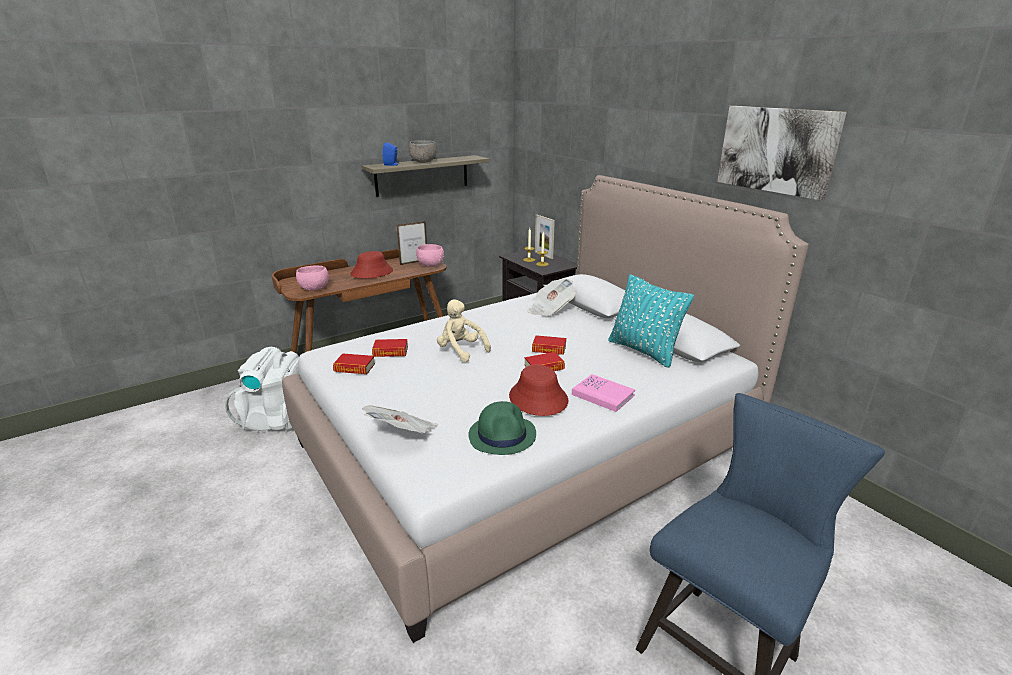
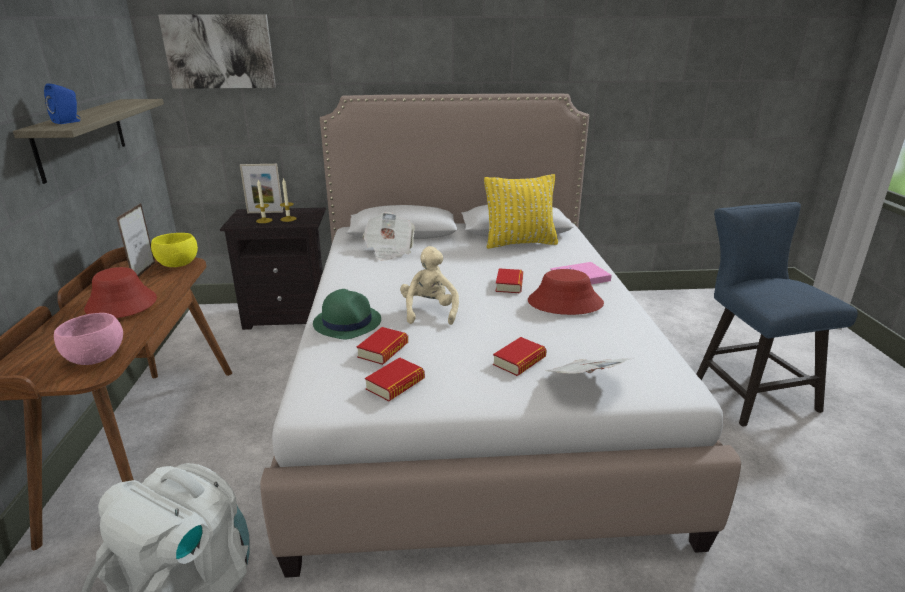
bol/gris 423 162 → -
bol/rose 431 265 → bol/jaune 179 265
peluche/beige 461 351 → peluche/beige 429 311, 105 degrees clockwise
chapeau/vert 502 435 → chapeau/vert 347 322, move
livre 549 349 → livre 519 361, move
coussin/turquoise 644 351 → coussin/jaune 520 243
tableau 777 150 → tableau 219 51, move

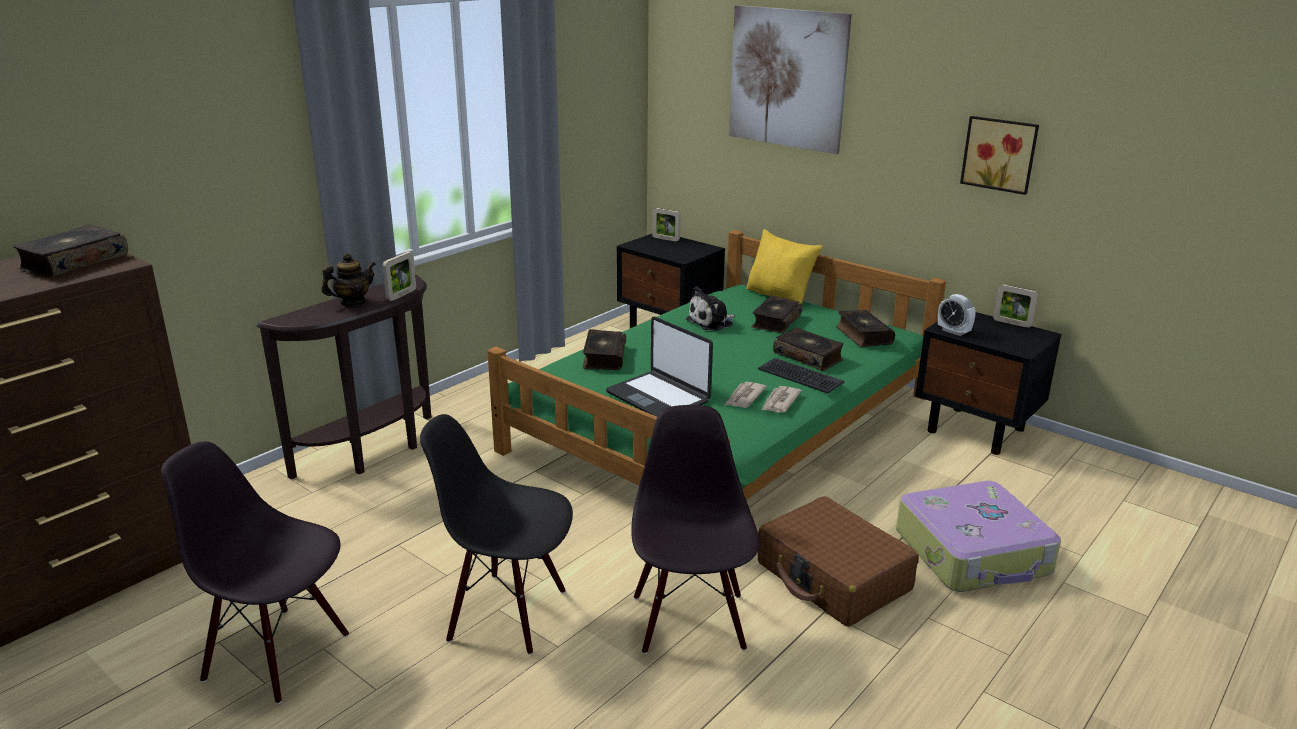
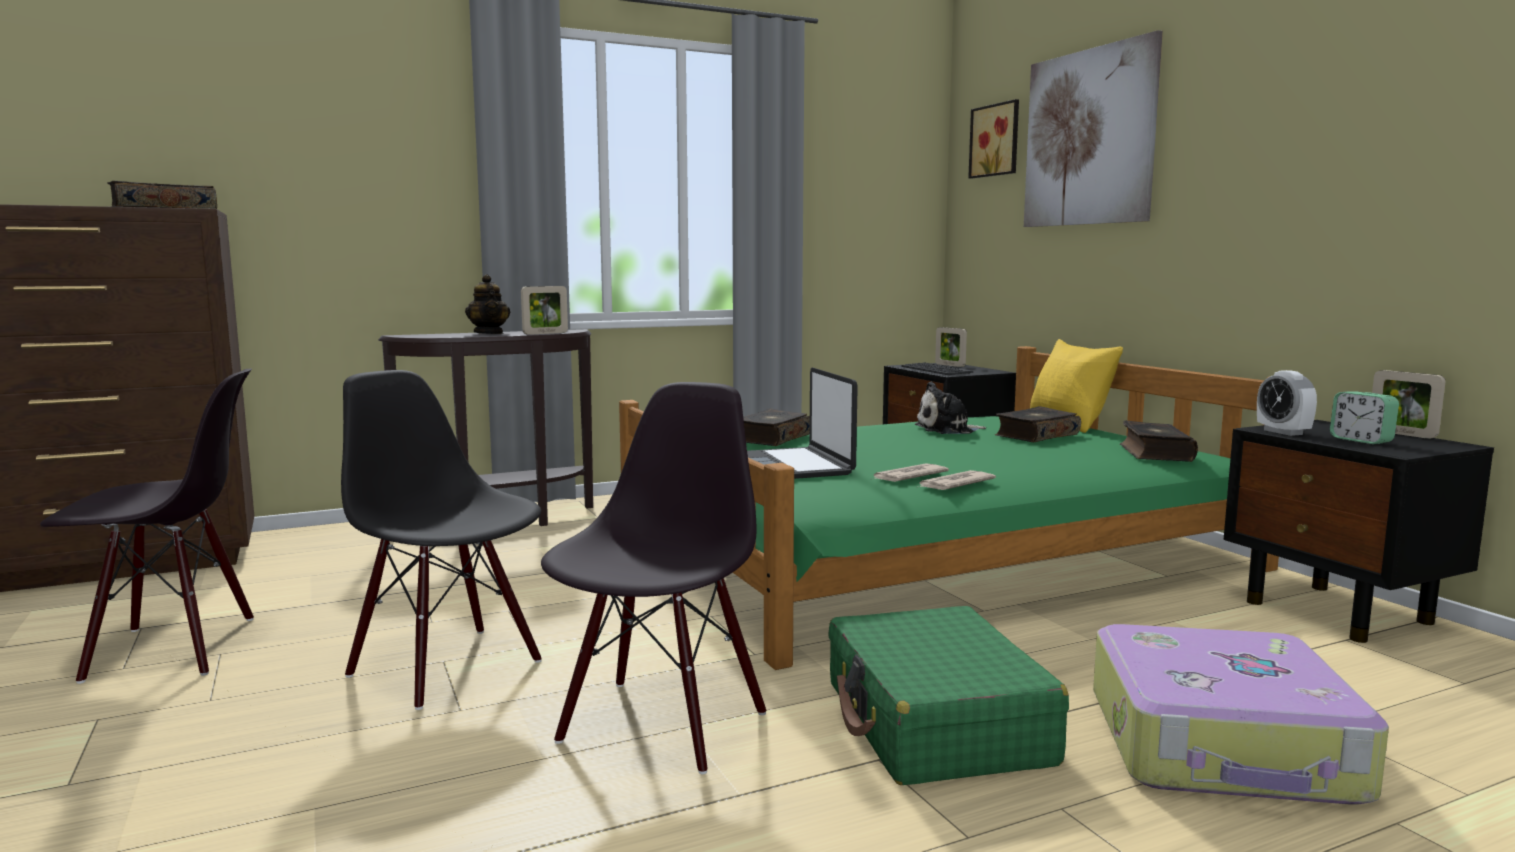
chaise/noir 278 655 → chaise/noir 172 649, 120 degrees clockwise
théière 352 302 → théière 489 333, 75 degrees clockwise
clavier 799 376 → clavier 935 370, move
valise/marron 833 577 → valise/vert 936 723
livre 808 357 → -
tableau 1000 154 → tableau 997 140, move
- → réveil 1361 440

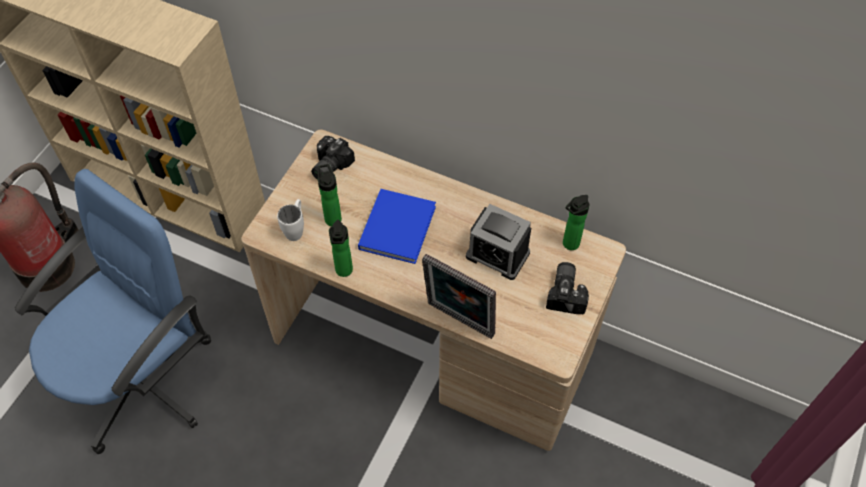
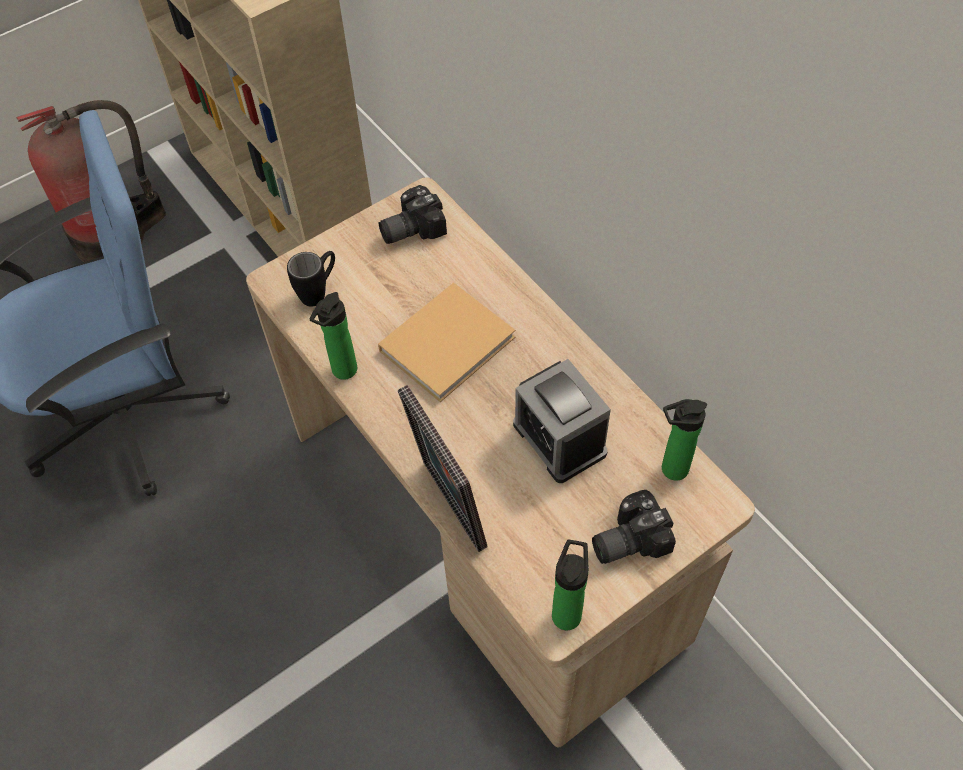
mug/blanc 296 229 → mug/noir 319 291
bouteille 332 217 → bouteille 567 611, move
livre/bleu 398 225 → livre/beige 450 342
appareil photo 567 293 → appareil photo 626 538, 150 degrees counterclockwise

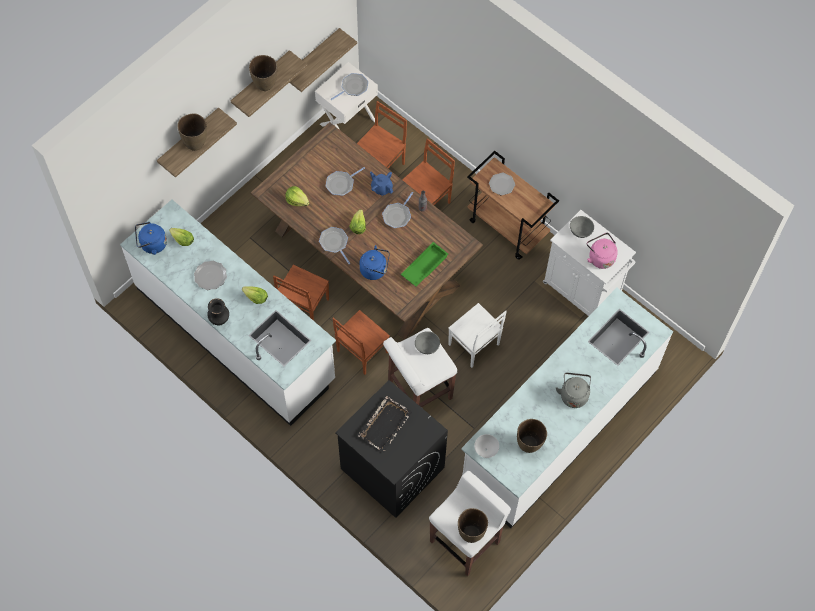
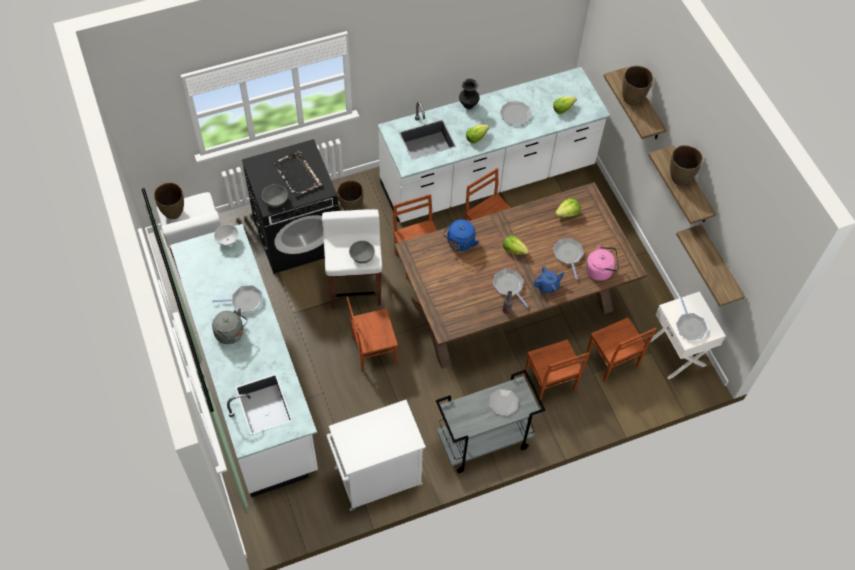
bouilloire/bleu 152 244 → -
poêle 334 243 → poêle 245 301, move
plateau/vert 424 266 → -
chaise/blanc 474 345 → chaise/marron 373 350
chariot/marron 508 227 → chariot/gris 483 442
vase/marron 529 444 → vase/marron 351 208, move
bol/gris 581 231 → bol/gris 275 200, move
bouilloire/rose 600 257 → bouilloire/rose 600 270, move

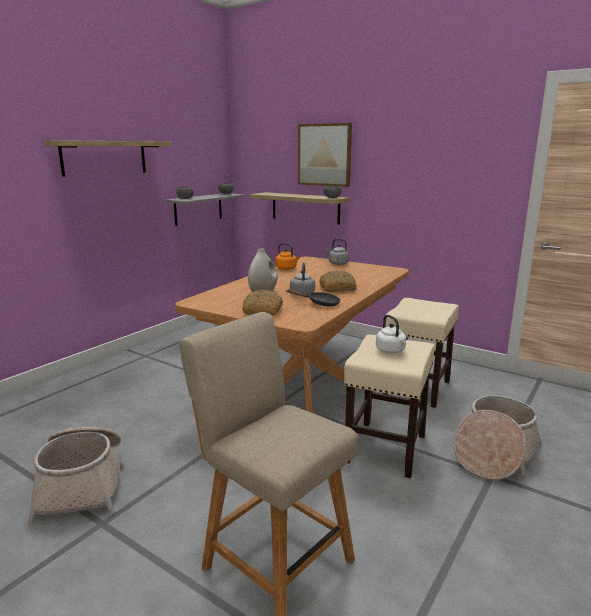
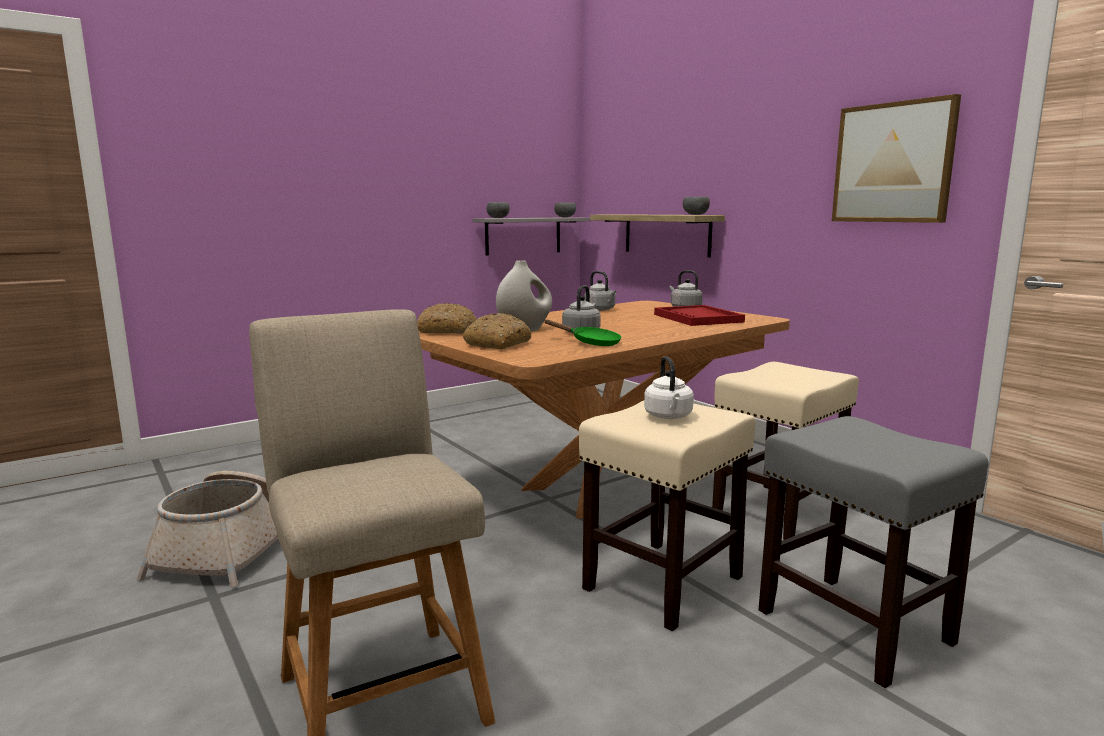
étagère 104 157 → -
bouilloire/orange 287 269 → bouilloire/gris 601 310
poêle/noir 320 303 → poêle/vert 591 343
tableau 324 155 → tableau 893 163, move
pain 338 288 → pain 448 330, move
panier 494 453 → tabouret/gris 851 625
- → plateau/rouge 698 318

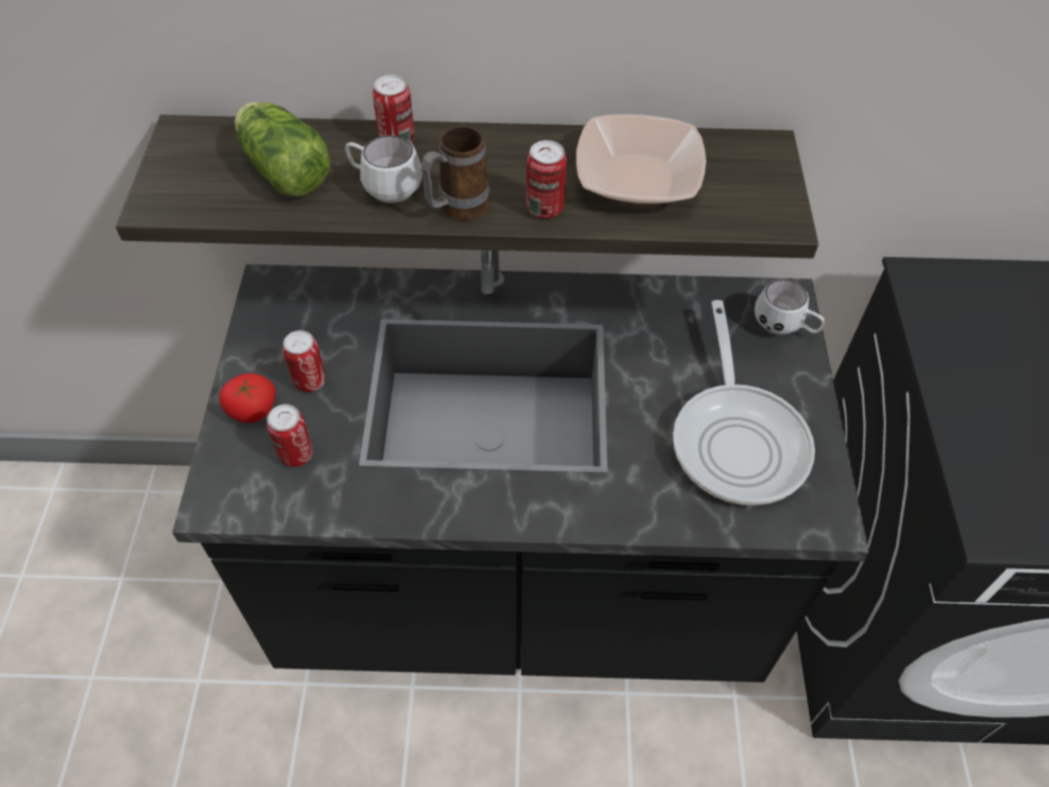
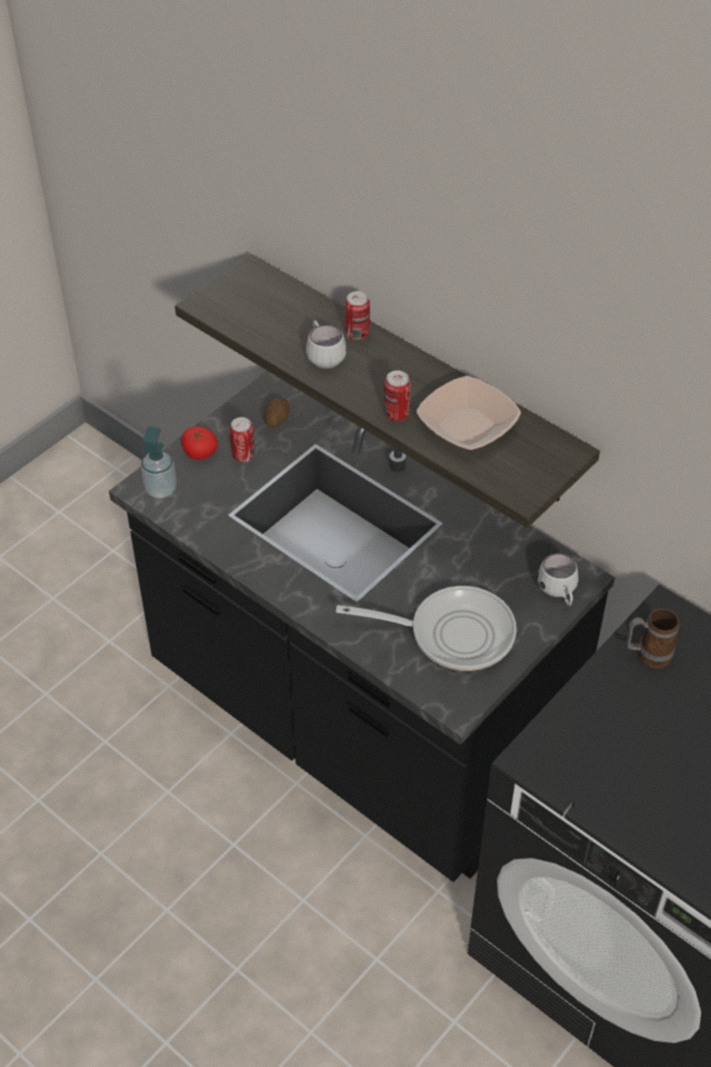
laitue 283 168 → -
boîte métallique 296 455 → -
mug 456 209 → mug 647 655, move
poêle 738 439 → poêle 452 633, 120 degrees counterclockwise
- → distributeur de savon 161 489
- → pomme de terre 276 419

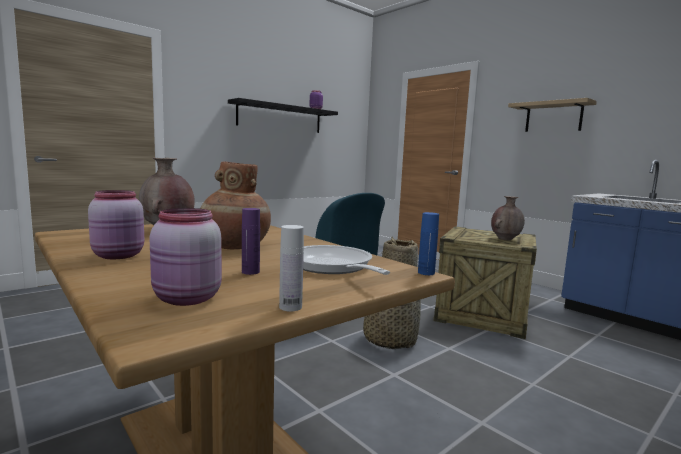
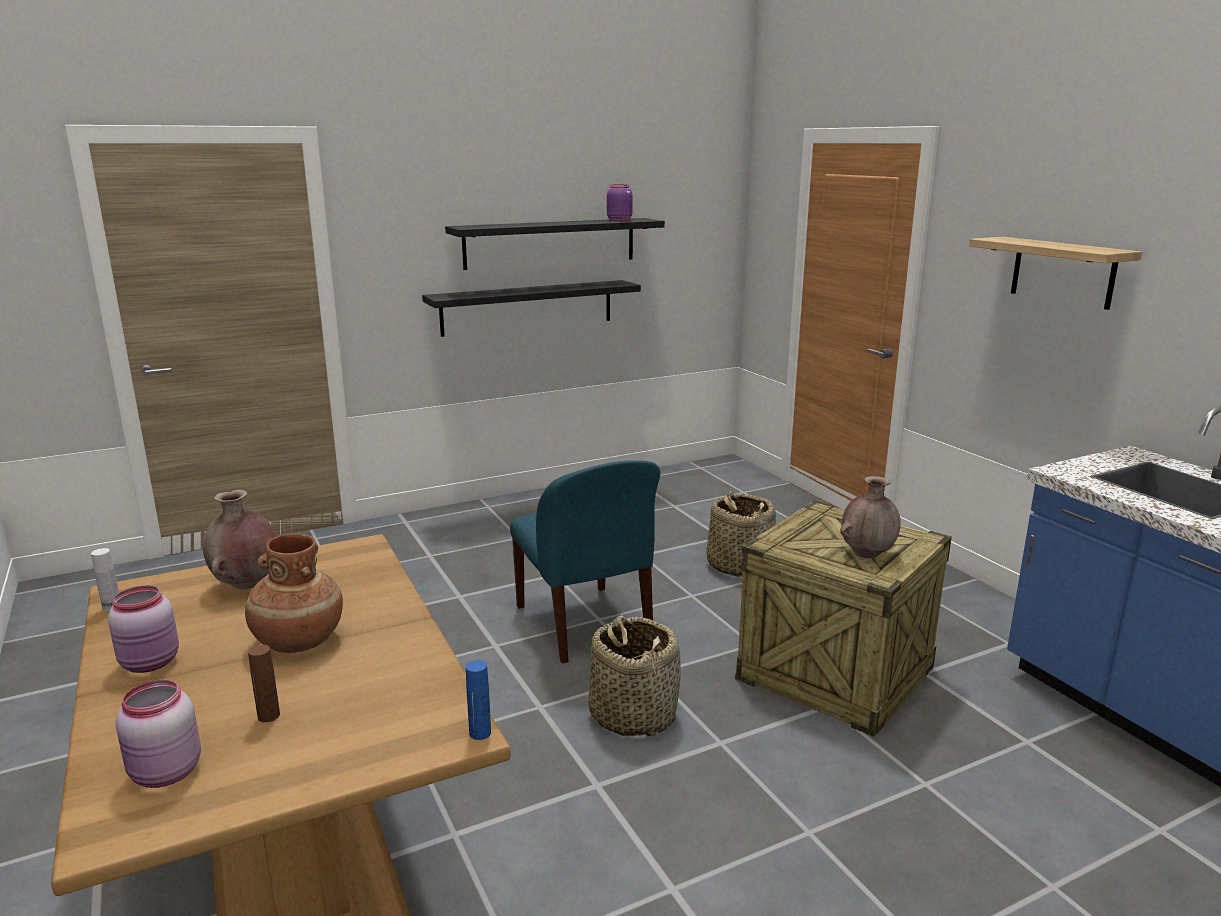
bouteille/violet 250 272 → bouteille/marron 269 716
bouteille/blanc 290 307 → bouteille/blanc 112 607, move
poêle 332 267 → -
- → étagère/noir 528 307

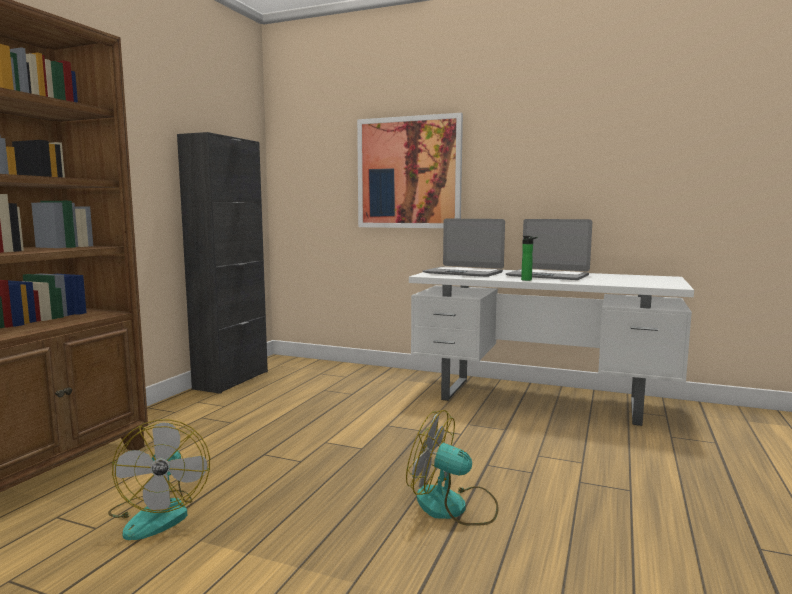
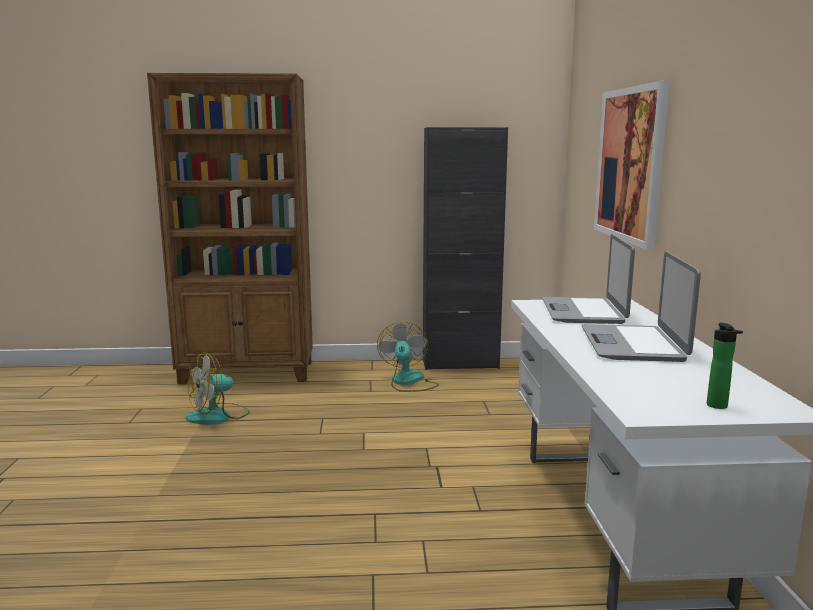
ventilateur 453 507 → ventilateur 408 382, move
bouteille 528 280 → bouteille 719 406, move

